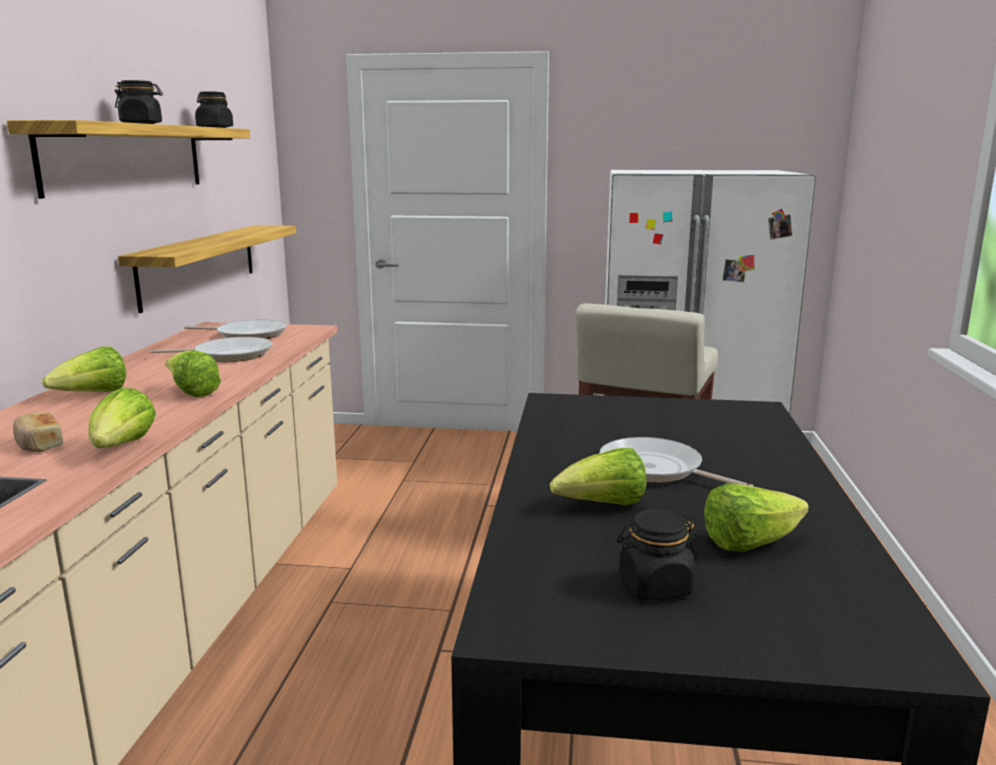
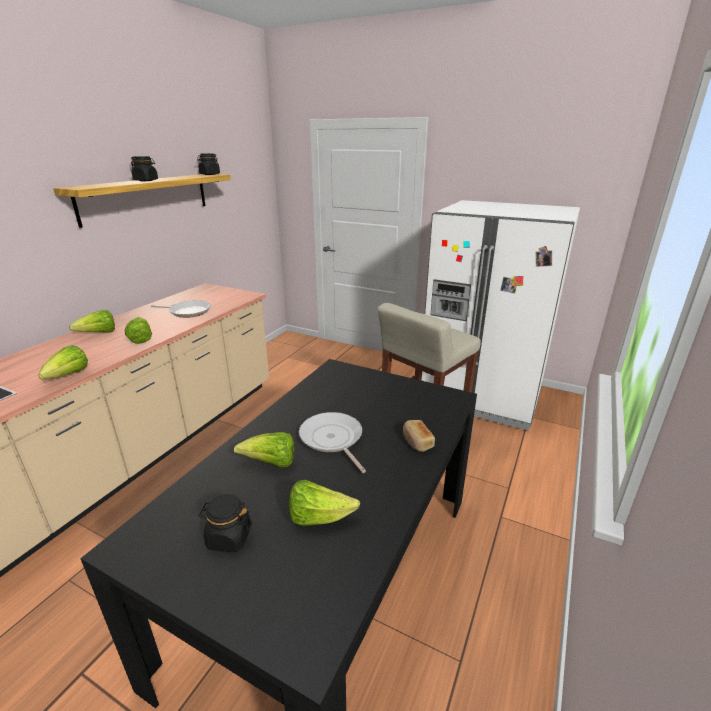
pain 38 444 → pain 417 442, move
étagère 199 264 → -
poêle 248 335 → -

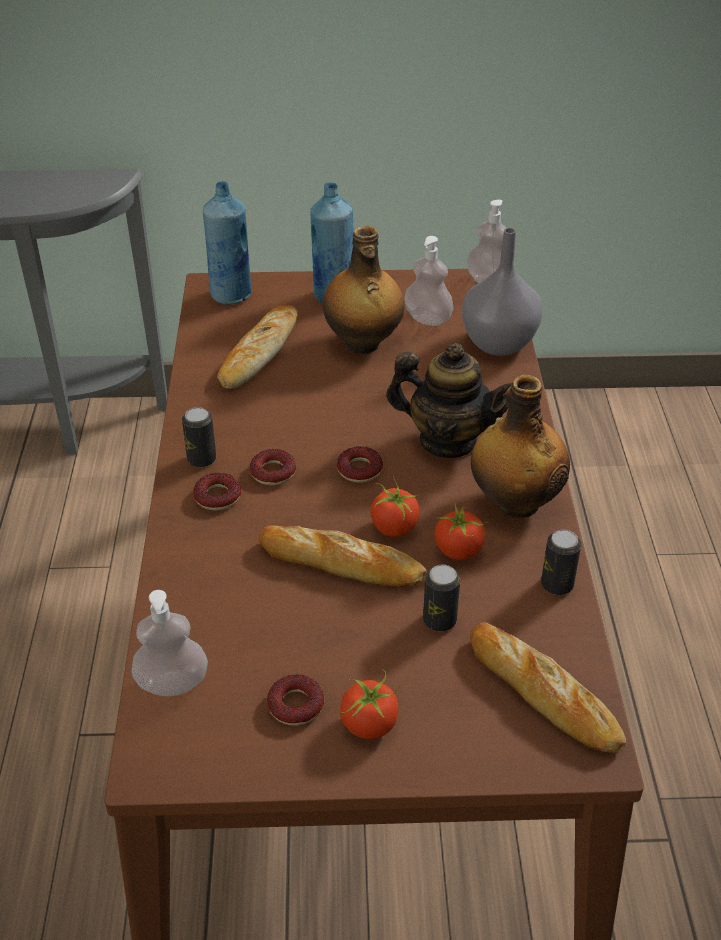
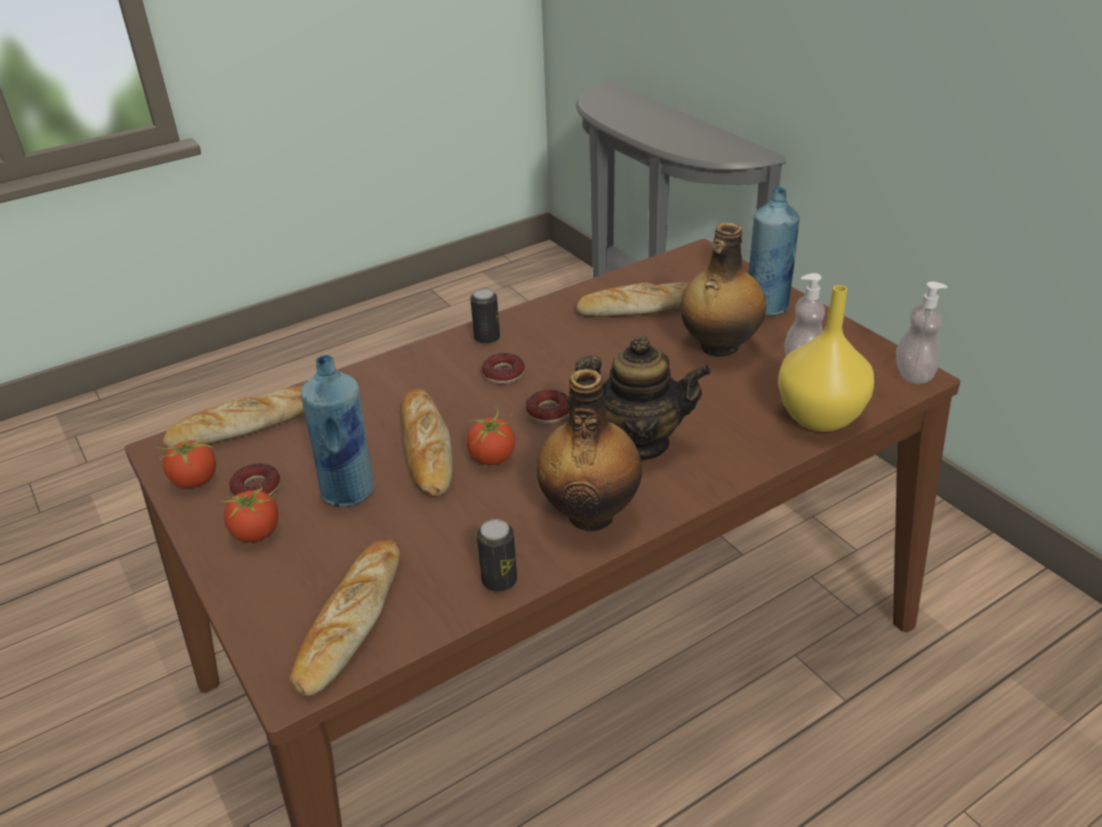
distributeur de savon 172 683 → pain 245 425
beignet 218 496 → -
bouteille/bleu 231 295 → bouteille/bleu 349 491, move
théière 448 441 → théière 637 443, 75 degrees counterclockwise
boîte métallique 439 620 → -
tomate 458 551 → tomate 194 481, move
vase/gris 498 342 → vase/jaune 821 416

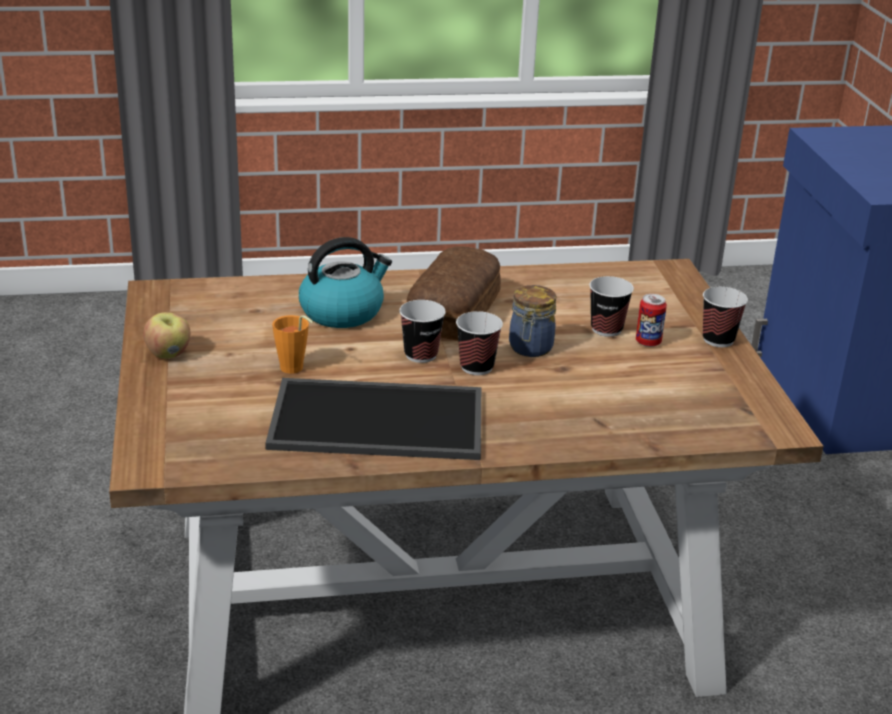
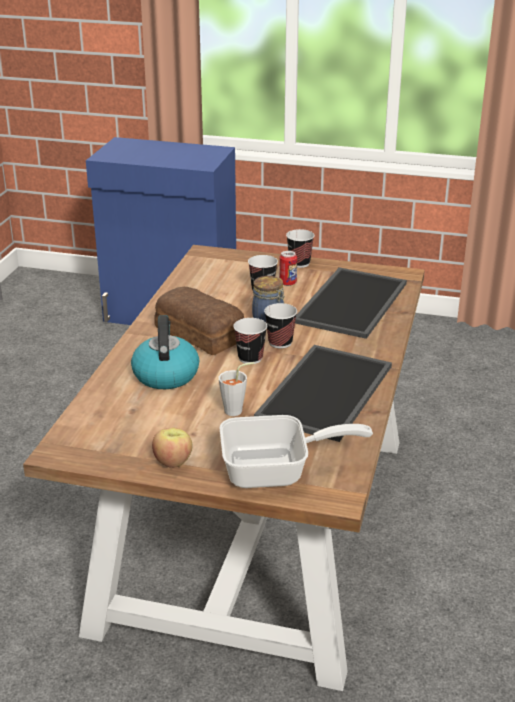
tasse/orange 294 370 → tasse/gris 237 410
- → poêle 276 471
- → plateau 350 301

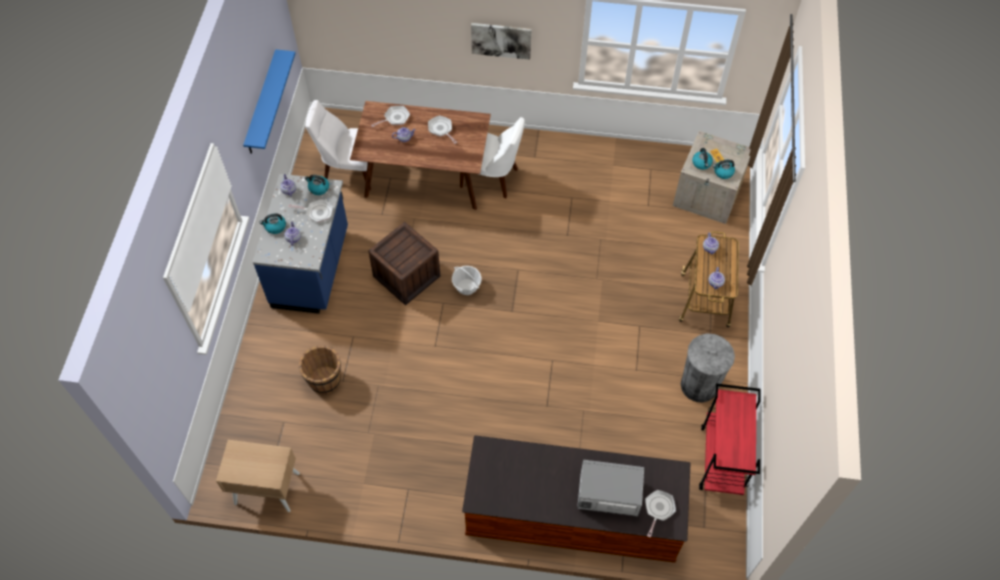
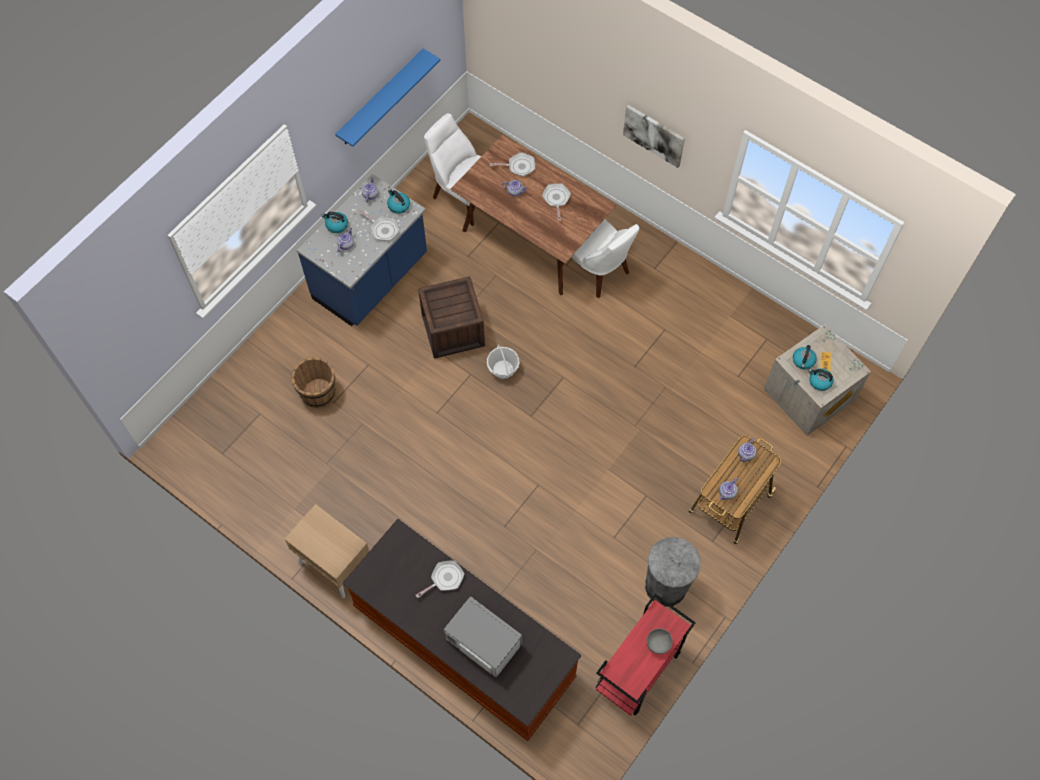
table de chevet/beige 266 488 → table de chevet/beige 334 563, move
poêle 658 509 → poêle 445 578, move
- → bol/gris 659 644

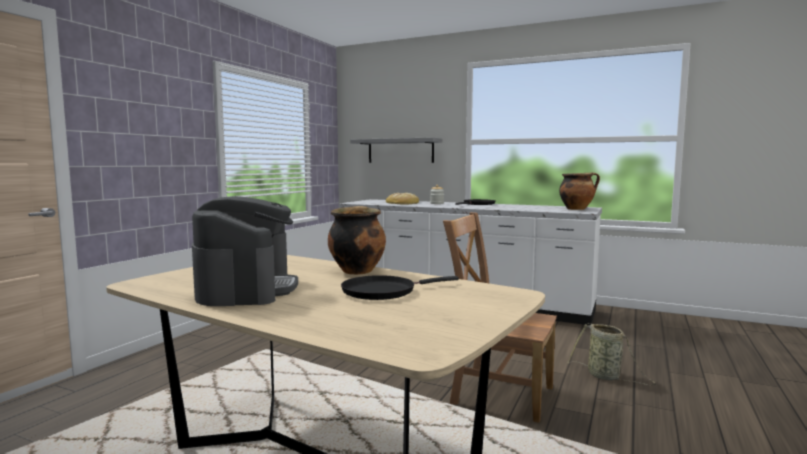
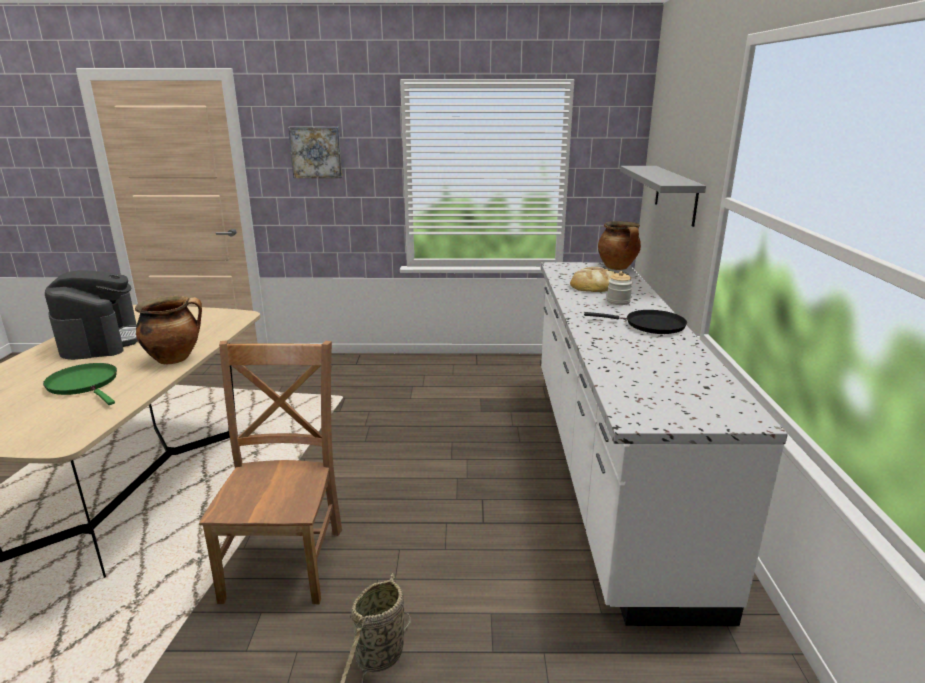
machine à café 247 289 → machine à café 101 341, 75 degrees counterclockwise
poêle/noir 383 291 → poêle/vert 85 384
marmite 577 209 → marmite 618 268, move
- → tableau 316 152

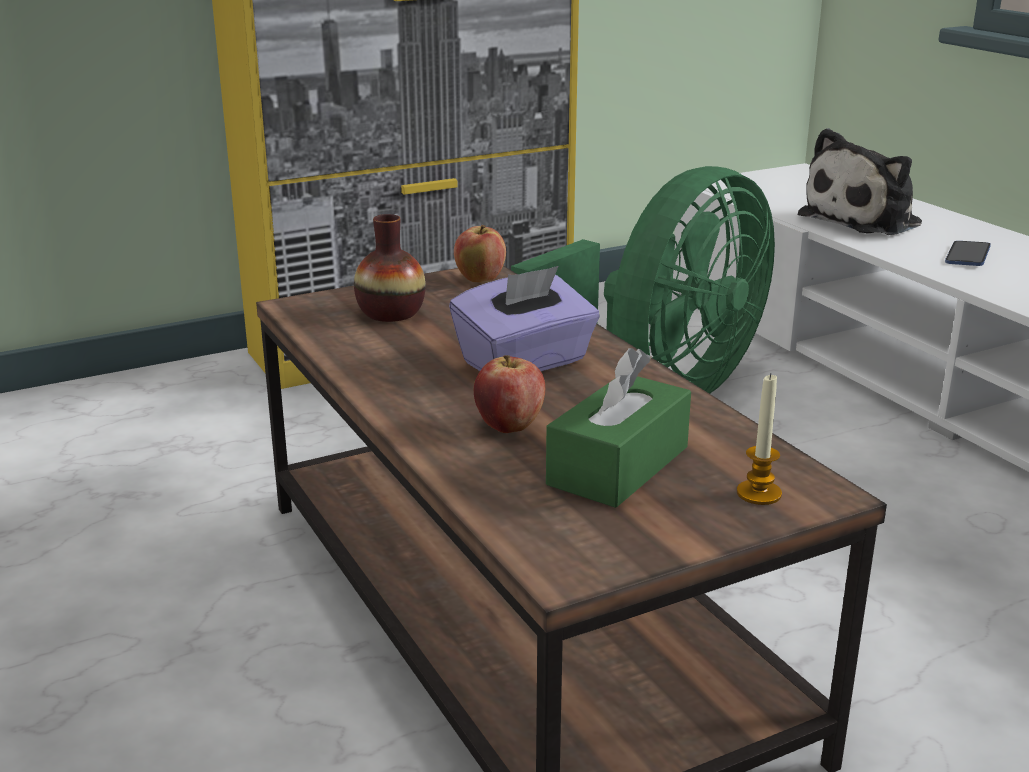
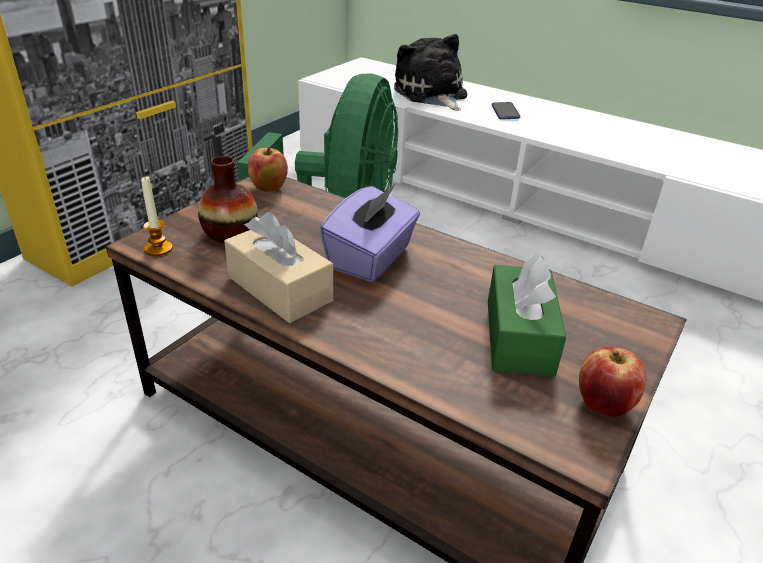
pomme 509 426 → pomme 604 405, move
bougie 759 493 → bougie 158 249, move
peluche 865 220 → peluche 431 94, 135 degrees clockwise
- → boîte à mouchoirs/beige 279 289

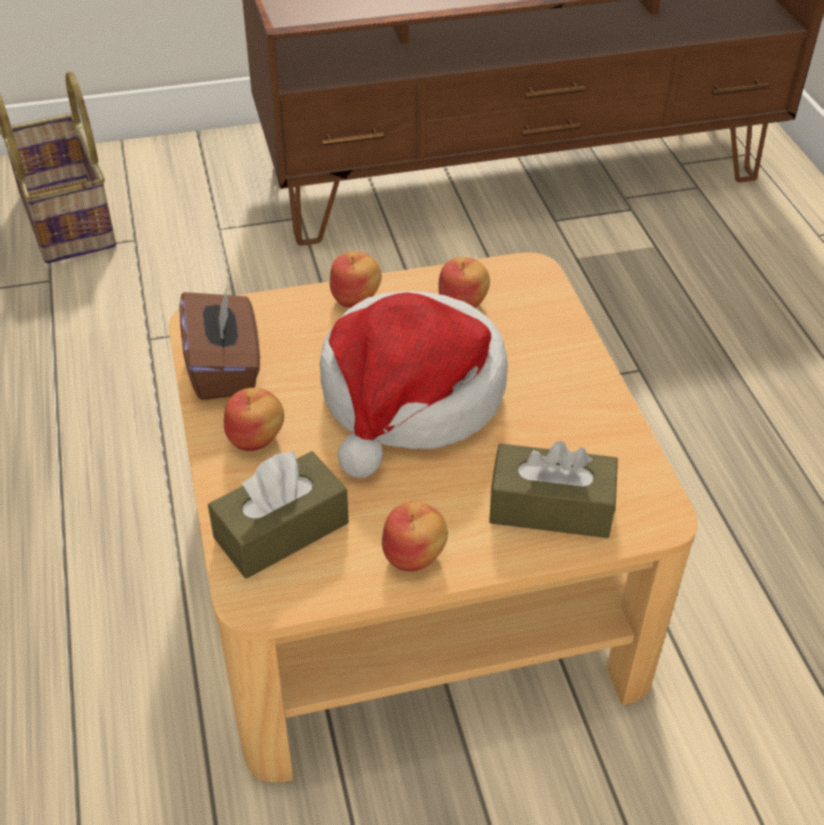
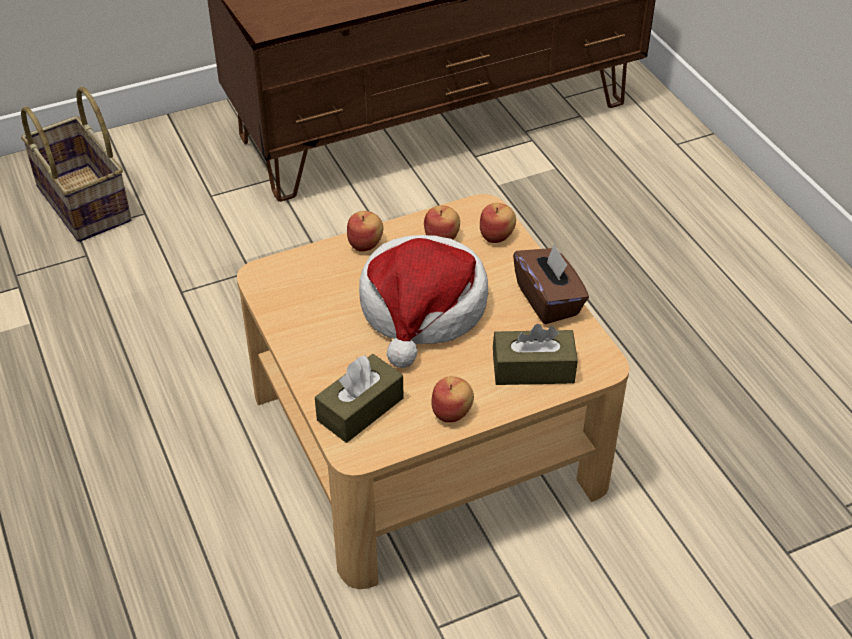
boîte à mouchoirs/marron 225 368 → boîte à mouchoirs/marron 548 300, move
pomme 256 438 → pomme 497 235, move

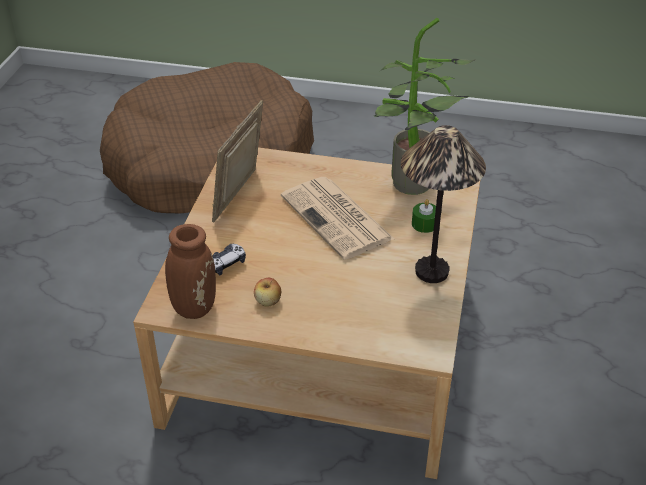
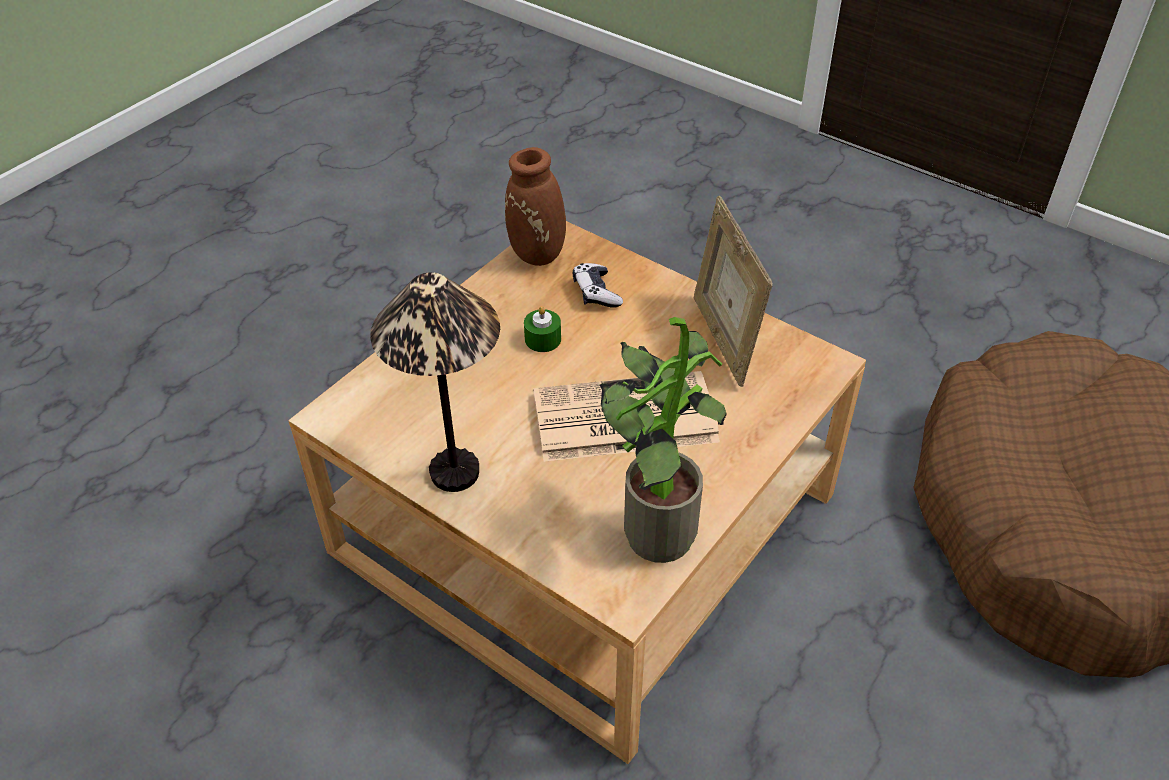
cadre photo 240 197 → cadre photo 723 339, 150 degrees counterclockwise
pomme 268 301 → -
bougie/vert 424 224 → bougie/vert 543 339, move

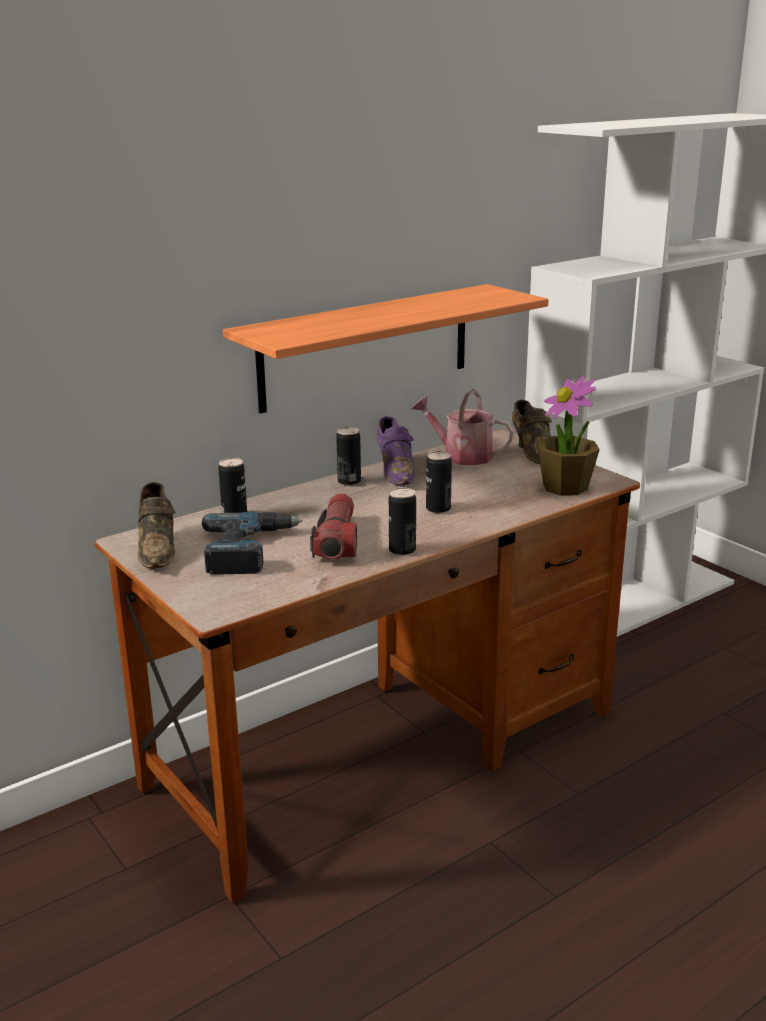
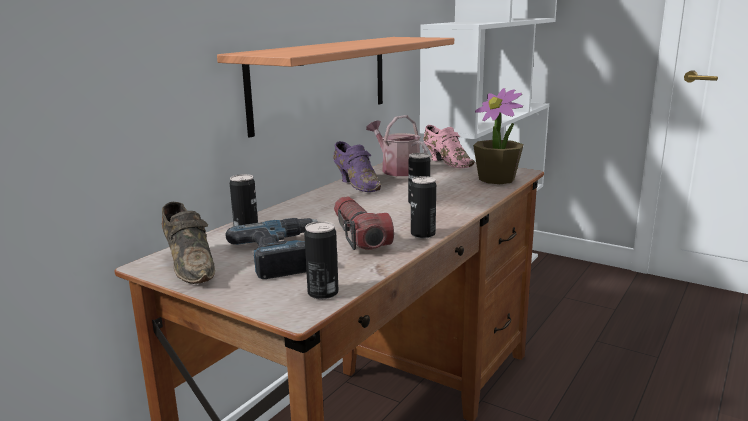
boîte métallique 349 481 → boîte métallique 323 293, move
arrosoir 461 455 → arrosoir 397 170, 45 degrees clockwise
chaussure/marron 533 452 → chaussure/rose 447 162

